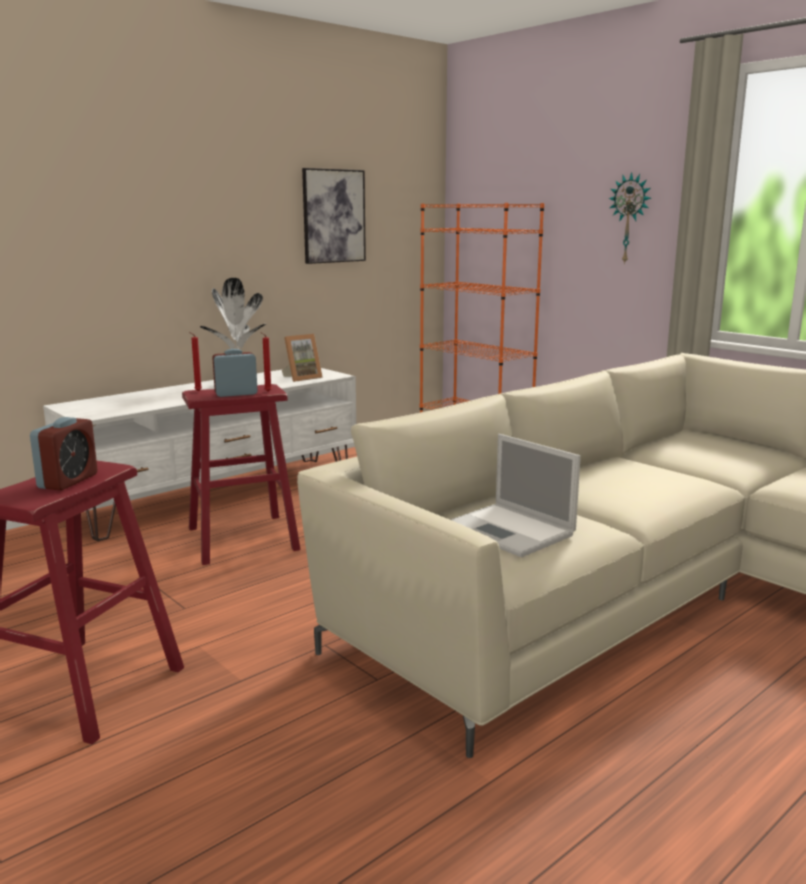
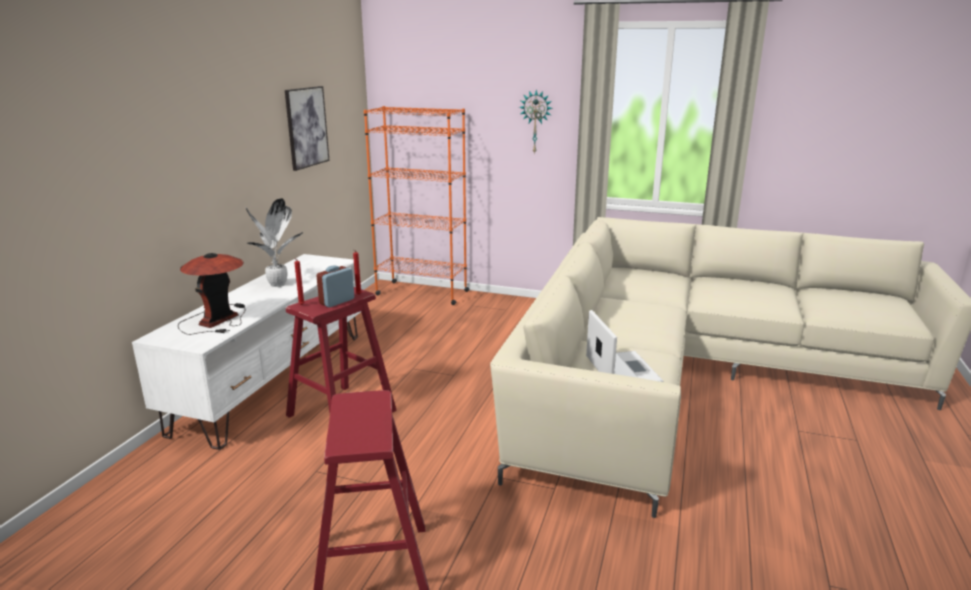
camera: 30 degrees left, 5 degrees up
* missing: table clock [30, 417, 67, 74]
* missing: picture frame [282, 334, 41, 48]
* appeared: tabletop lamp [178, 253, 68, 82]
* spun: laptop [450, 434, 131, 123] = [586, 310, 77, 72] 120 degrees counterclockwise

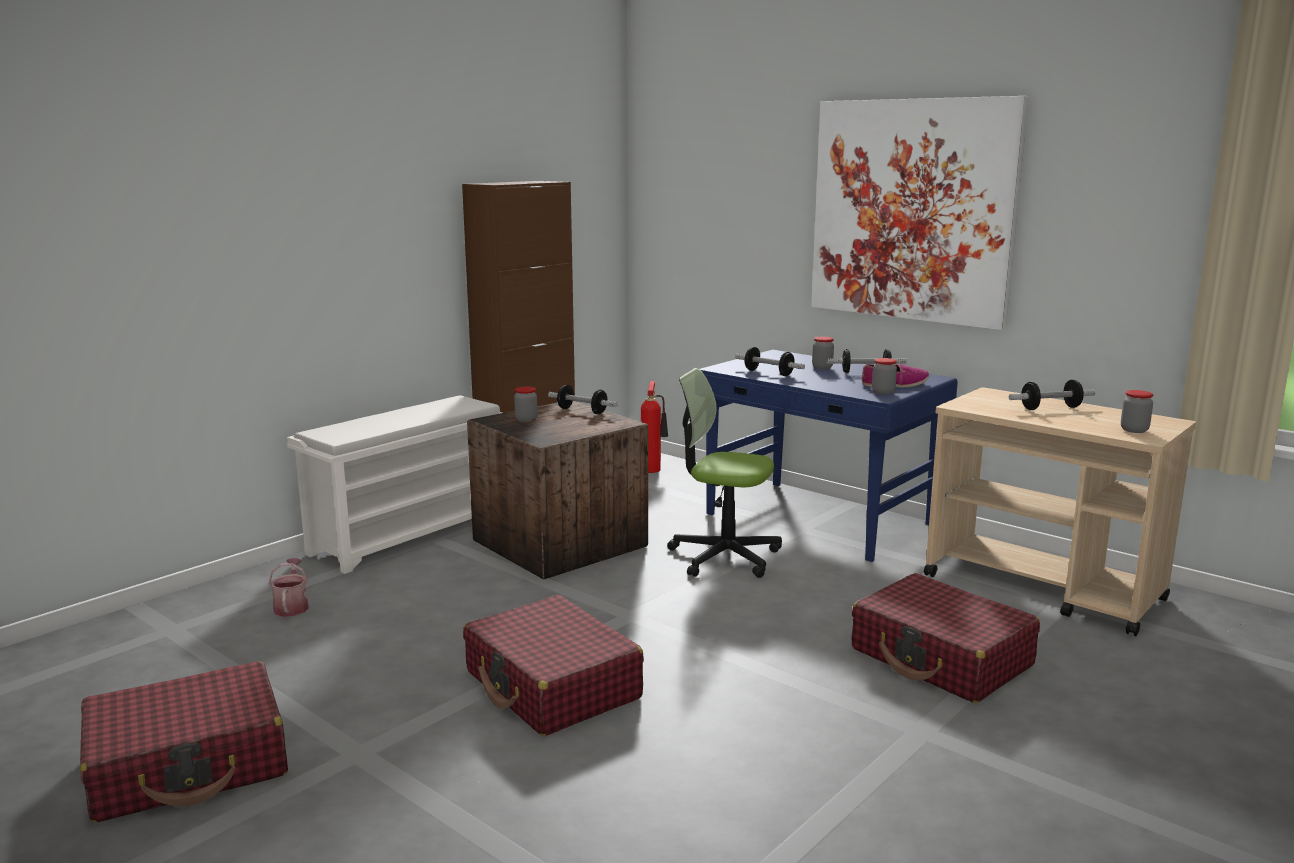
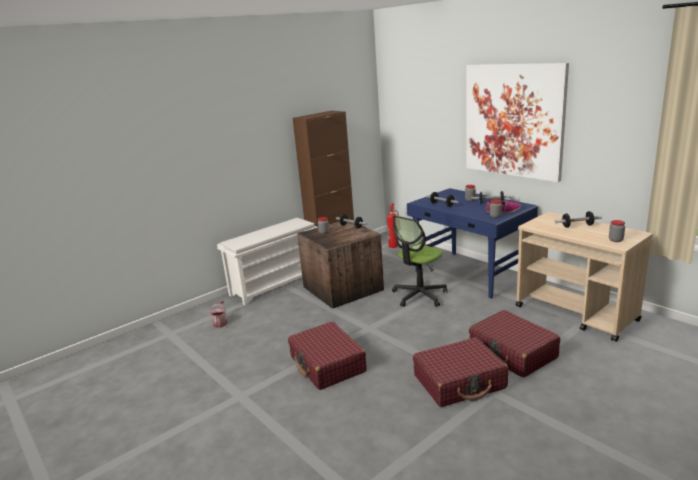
camera: 10 degrees right, 5 degrees up
* relocated: travel case (reddish) [80, 661, 208, 161] to [413, 337, 95, 70]
* spun: computer chair [667, 368, 115, 210] = [392, 215, 56, 92] 75 degrees counterclockwise

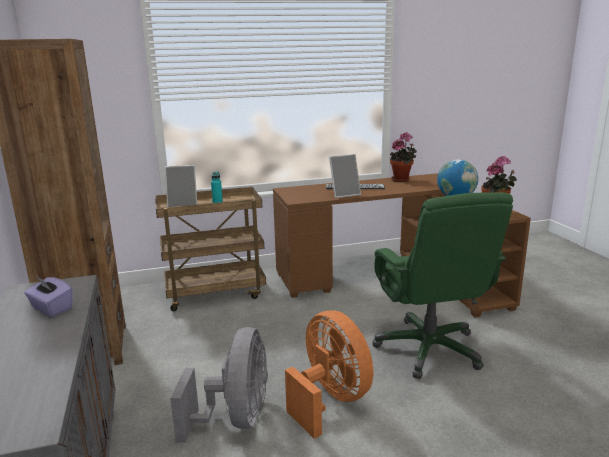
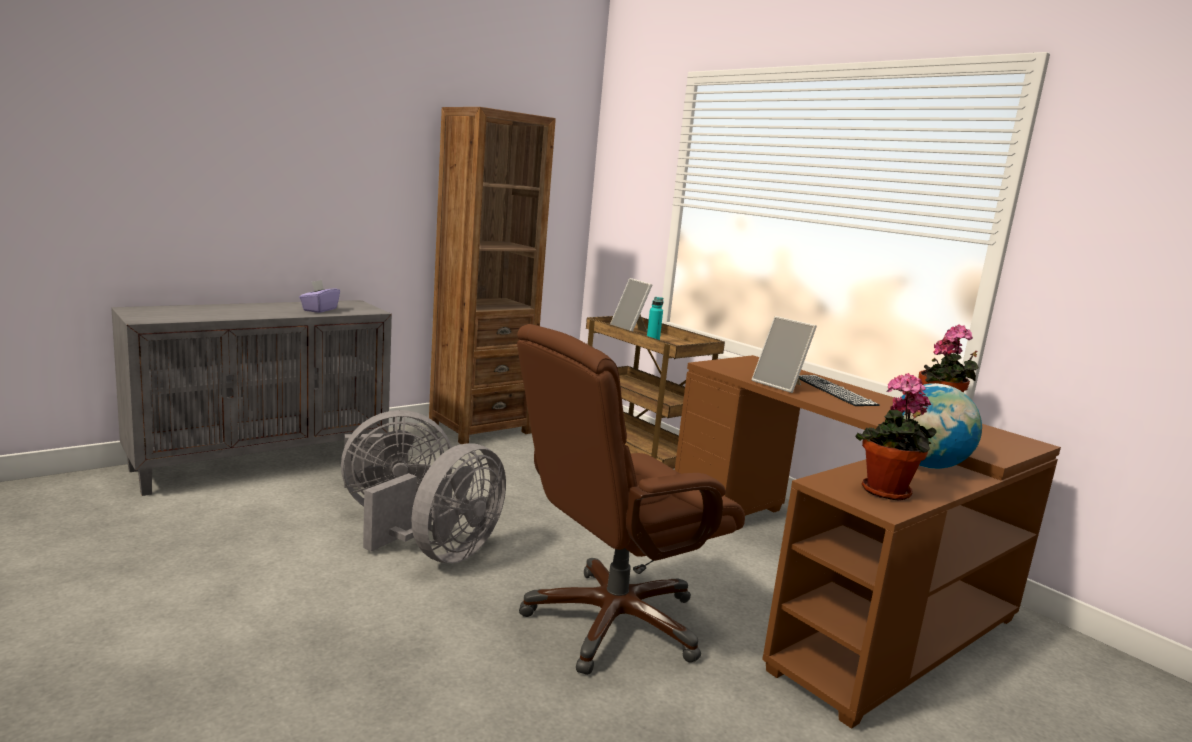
camera: 65 degrees right, 5 degrees down
* colour: cooling fan (orange) [285, 310, 88, 129] to cooling fan (gray) [363, 443, 143, 120]
* colour: computer chair (green-coloured) [373, 192, 140, 187] to computer chair (brownish) [517, 324, 228, 351]

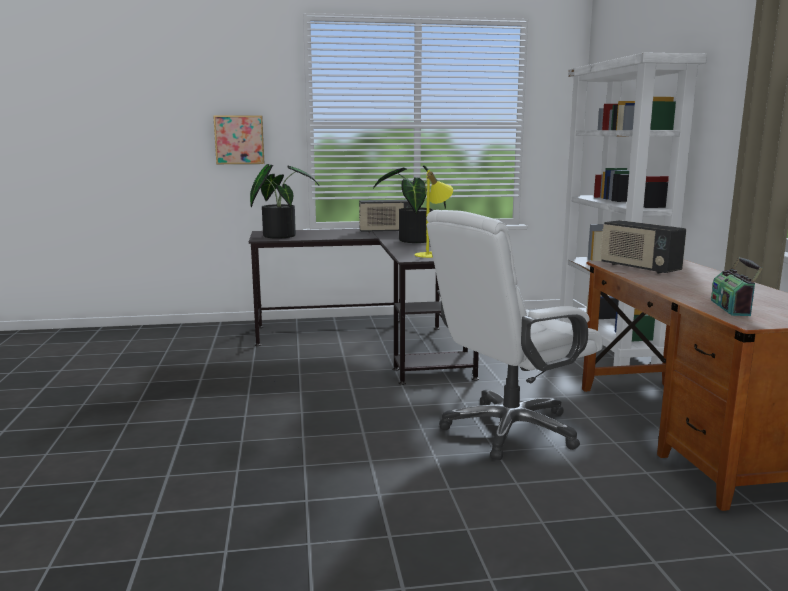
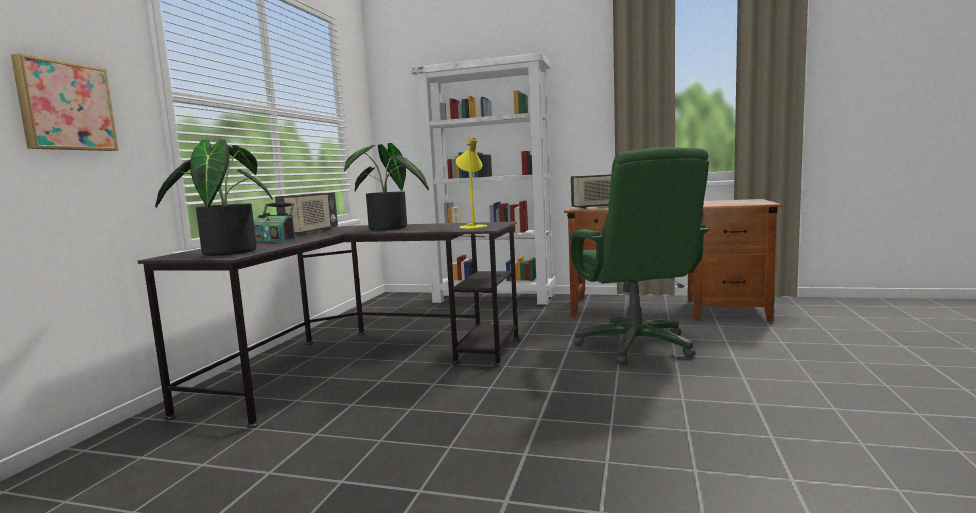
camera: 65 degrees left, 5 degrees down
* relocated: radio receiver [711, 257, 52, 59] to [254, 202, 41, 40]
* colour: computer chair (white-coloured) [427, 210, 176, 250] to computer chair (green-coloured) [570, 147, 139, 218]

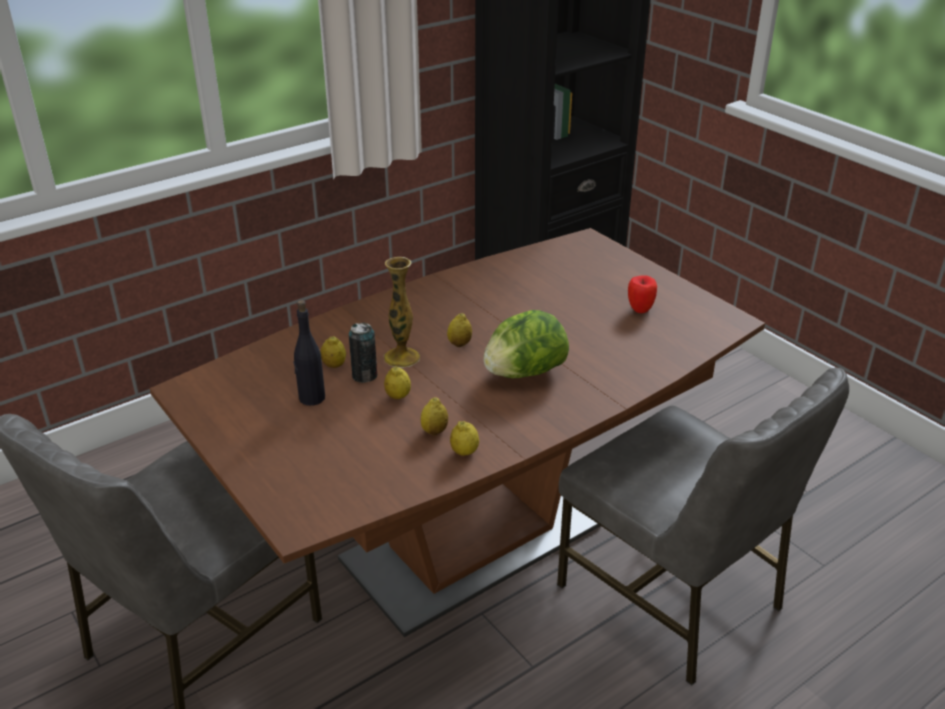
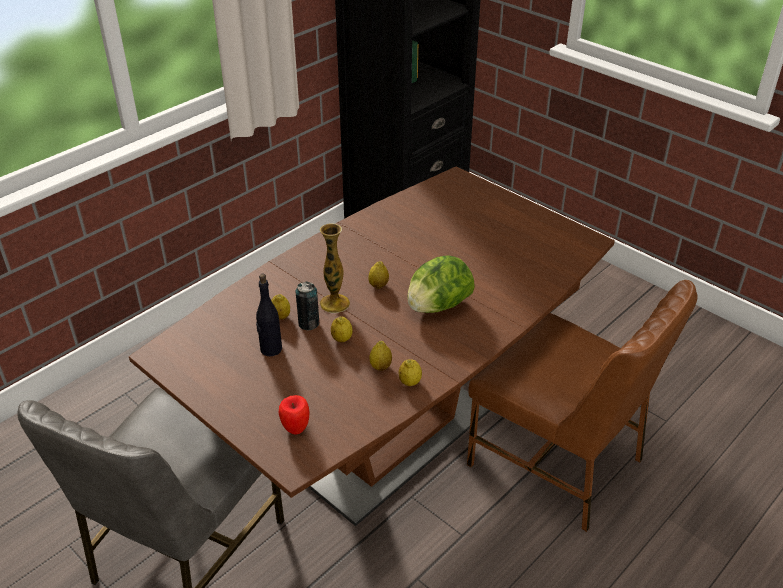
camera: 10 degrees left, 5 degrees up
* relocated: apple fruit [628, 275, 29, 38] to [278, 395, 32, 40]
* colour: plain chair (gray) [557, 368, 292, 317] to plain chair (brownish) [467, 280, 230, 252]

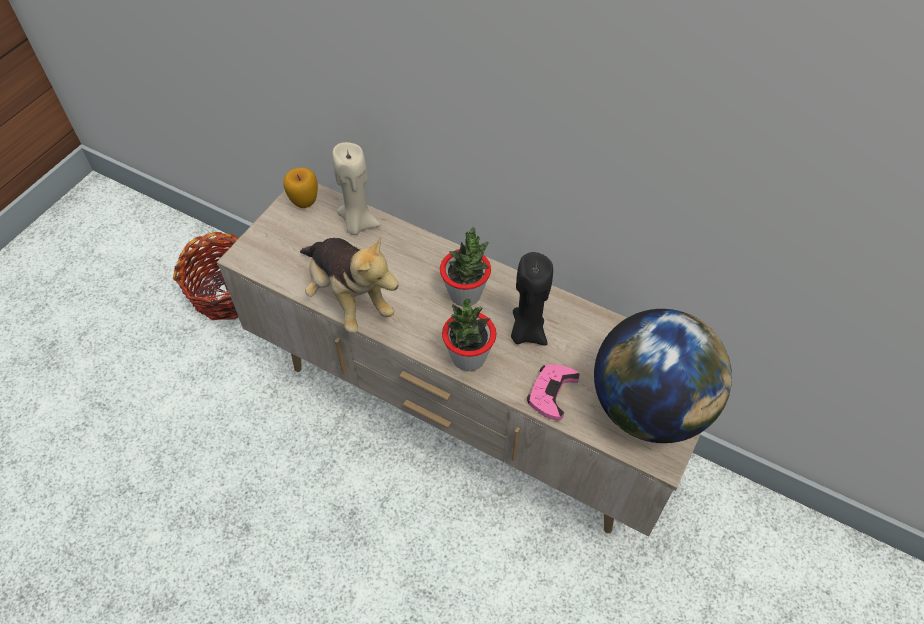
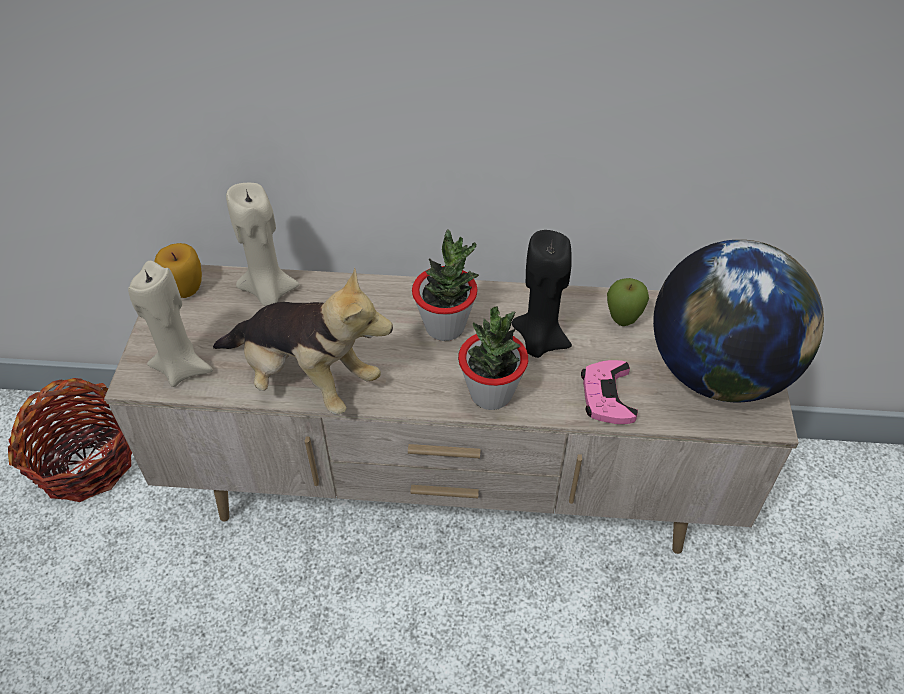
camera: 25 degrees left, 5 degrees down
* appeared: wax candle (beige) [128, 261, 85, 126]
* appeared: apple fruit [607, 278, 42, 48]

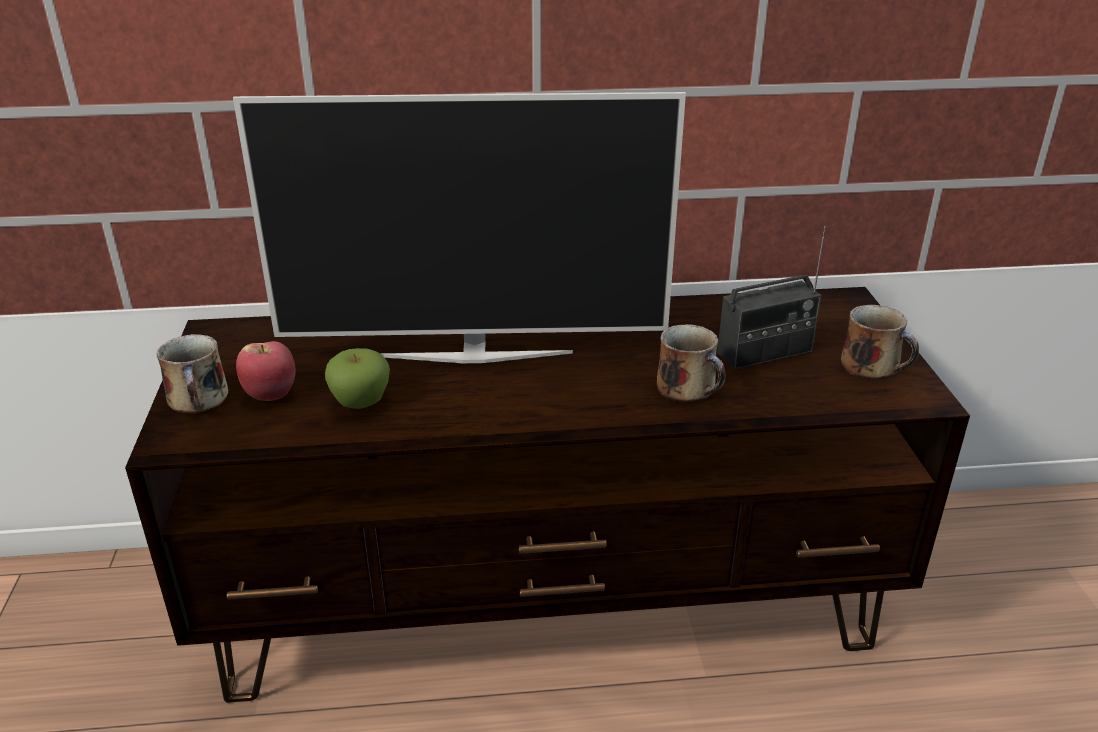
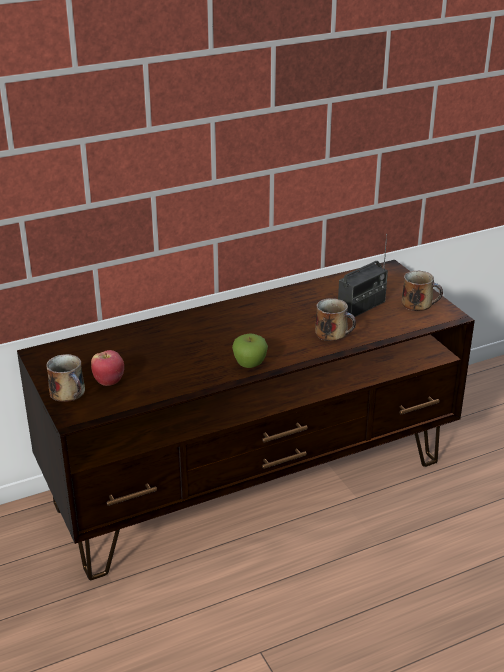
camera: 20 degrees left, 0 degrees up
* missing: TV set [233, 92, 453, 271]
* relocated: apple fruit [325, 348, 65, 61] to [232, 333, 36, 35]

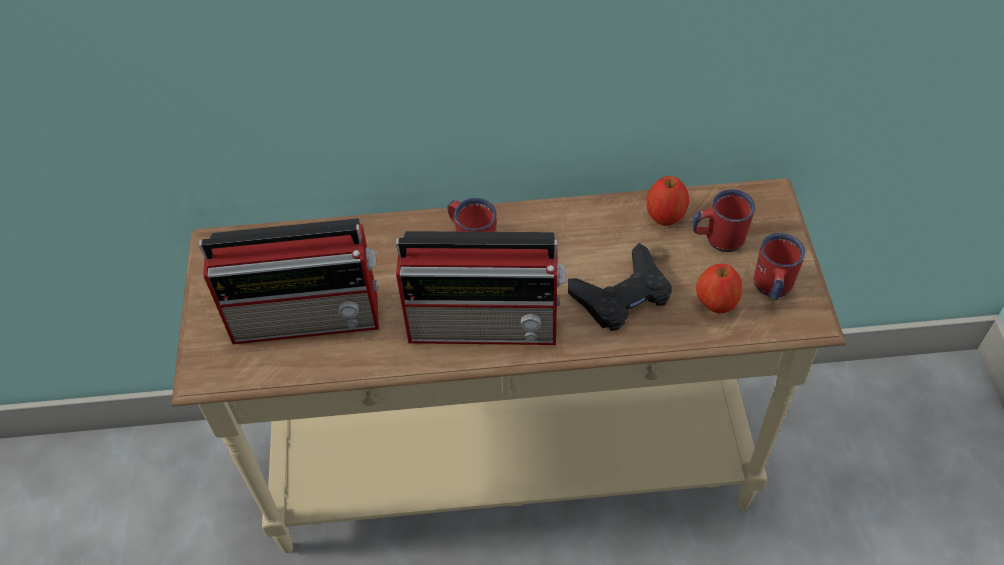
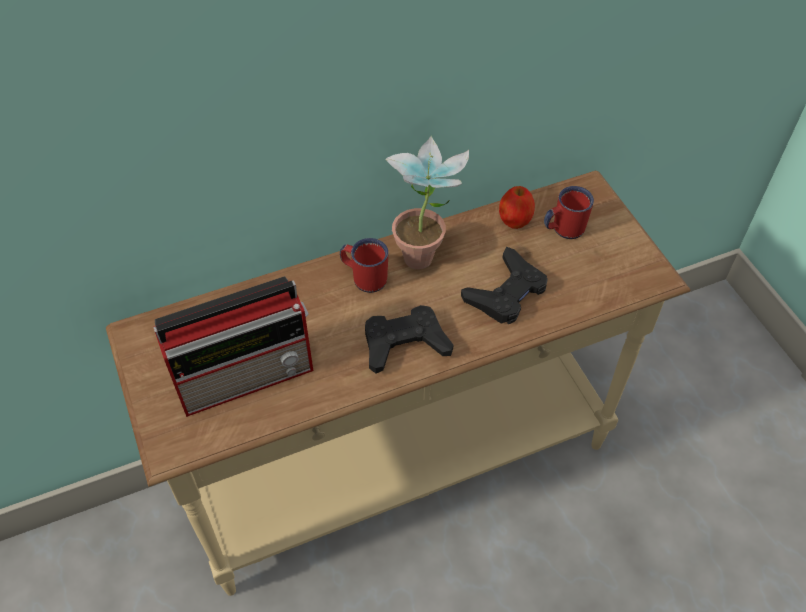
camera: 20 degrees left, 0 degrees up
* missing: apple fruit [696, 264, 46, 49]
* missing: mug (reddish) [754, 233, 51, 67]
* appeared: plant in a pot [385, 136, 84, 133]
* exchanged: radio receiver [396, 231, 170, 114] to gamepad (black) [365, 305, 88, 69]

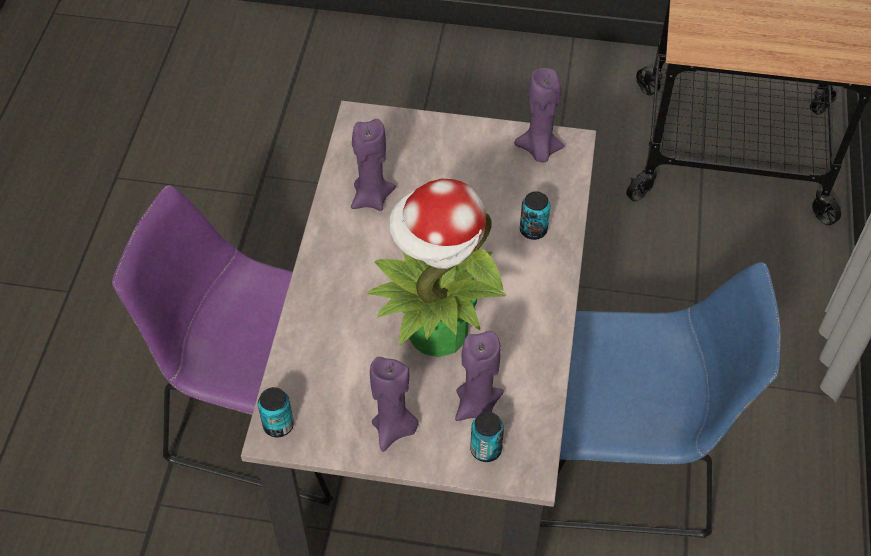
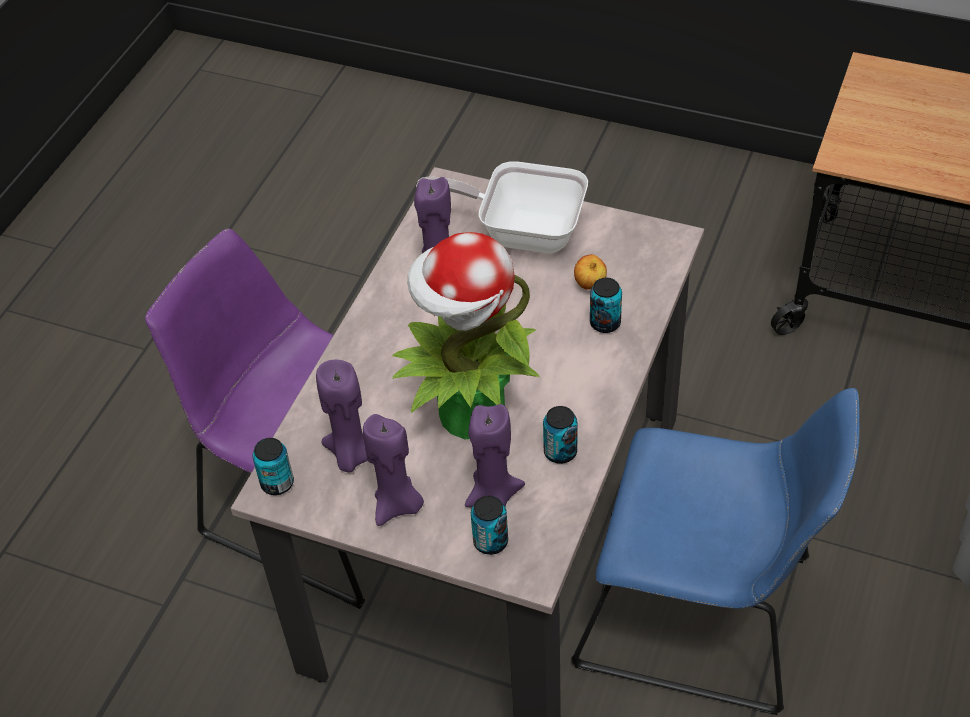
camera: 15 degrees right, 5 degrees down
* appeared: skillet [416, 161, 172, 92]
* appeared: sealed can [543, 406, 35, 58]
* appeared: apple fruit [574, 254, 33, 36]
* relocated: wax candle (purple) [514, 68, 50, 94] to [316, 360, 52, 113]

